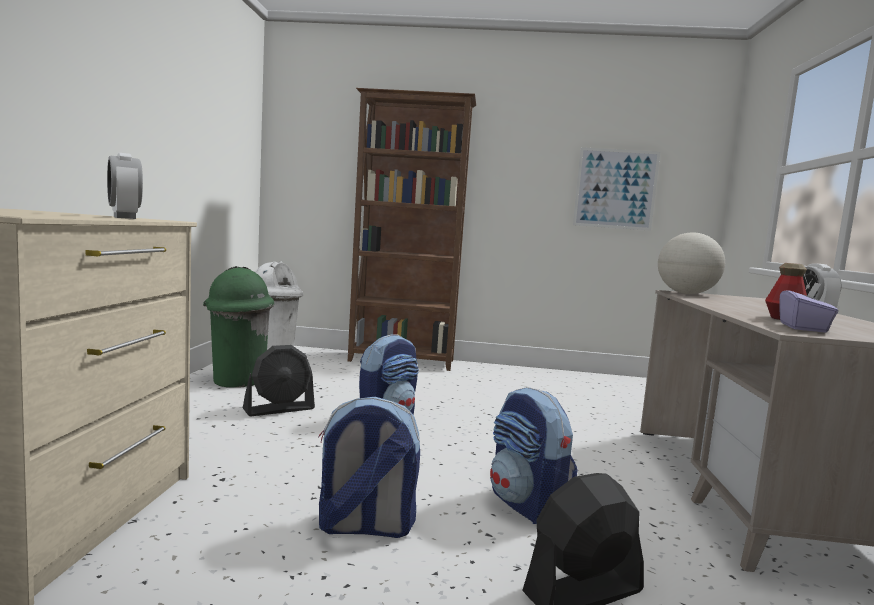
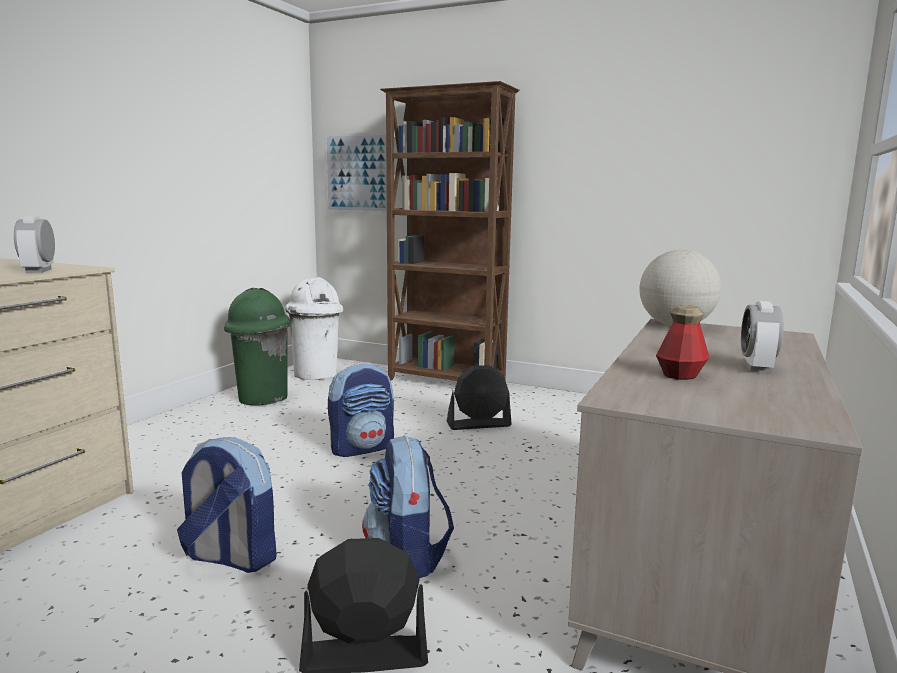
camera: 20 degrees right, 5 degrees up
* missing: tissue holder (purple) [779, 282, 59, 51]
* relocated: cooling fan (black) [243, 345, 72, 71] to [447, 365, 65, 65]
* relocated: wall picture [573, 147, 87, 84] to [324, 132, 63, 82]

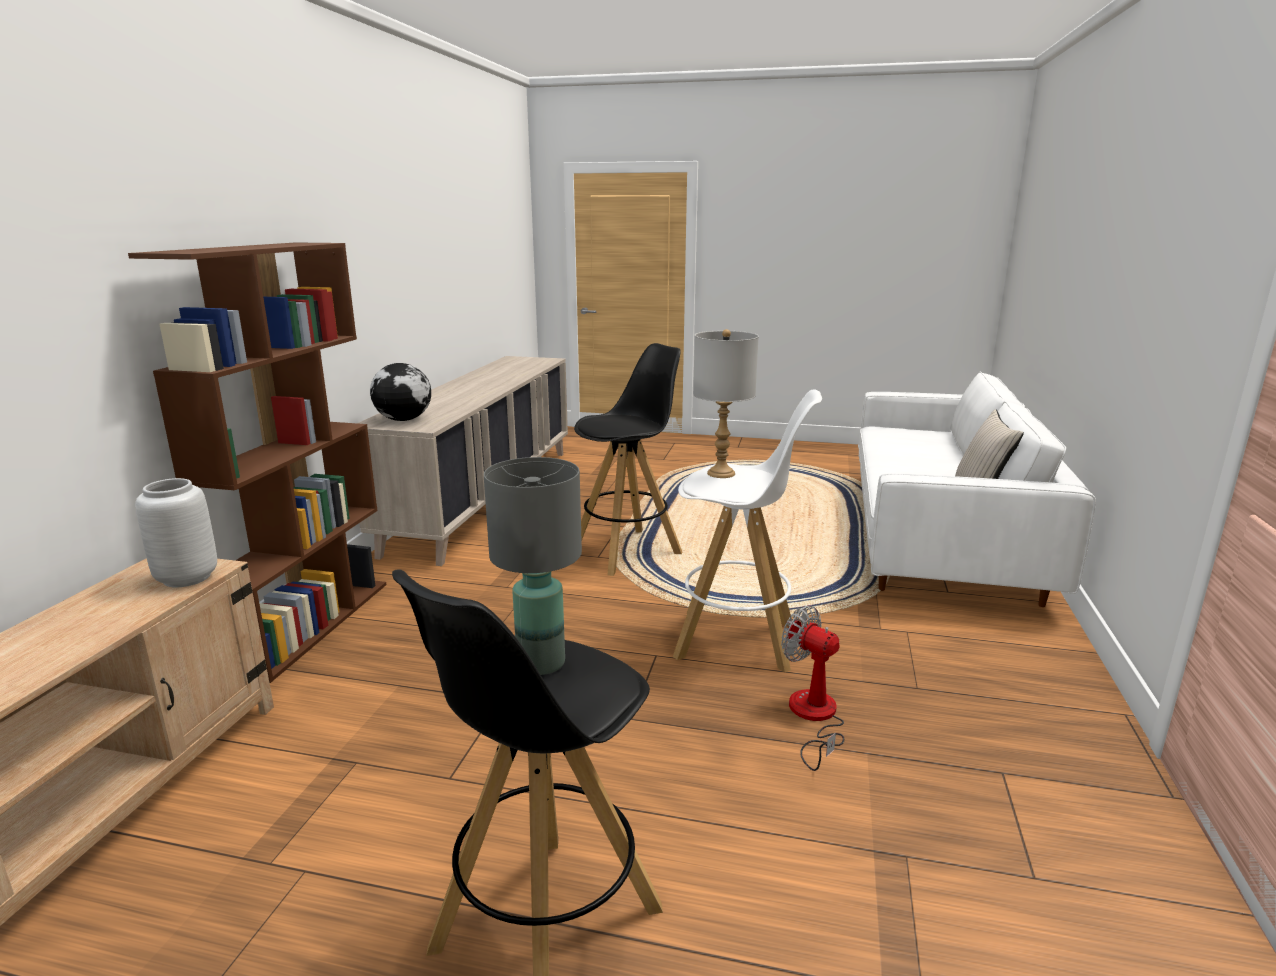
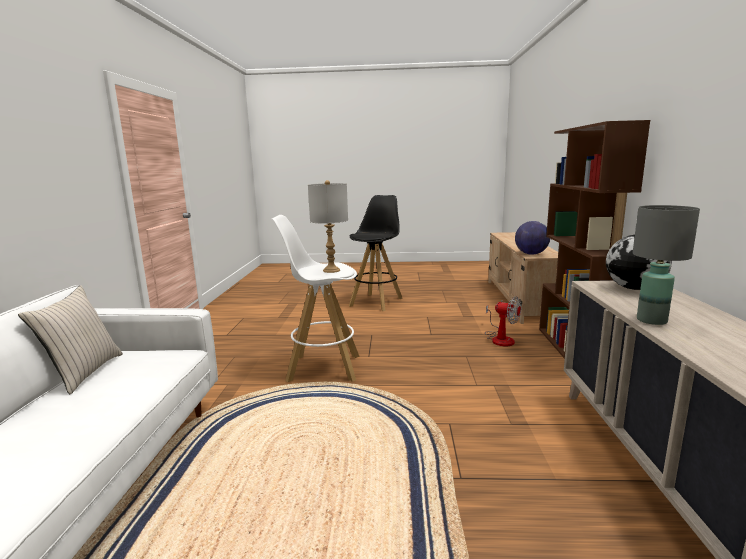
camera: 170 degrees right, 5 degrees down
* missing: stool (black) [574, 343, 108, 233]
* relocated: tabletop lamp (gray) [484, 457, 98, 218] to [633, 205, 67, 120]
* relocated: cooling fan [781, 605, 63, 166] to [485, 296, 37, 50]
* exchanged: decorative vase (gray) [135, 478, 82, 110] to world globe [515, 221, 35, 34]

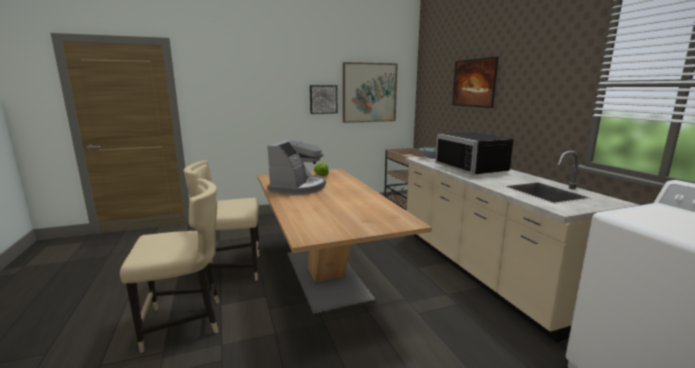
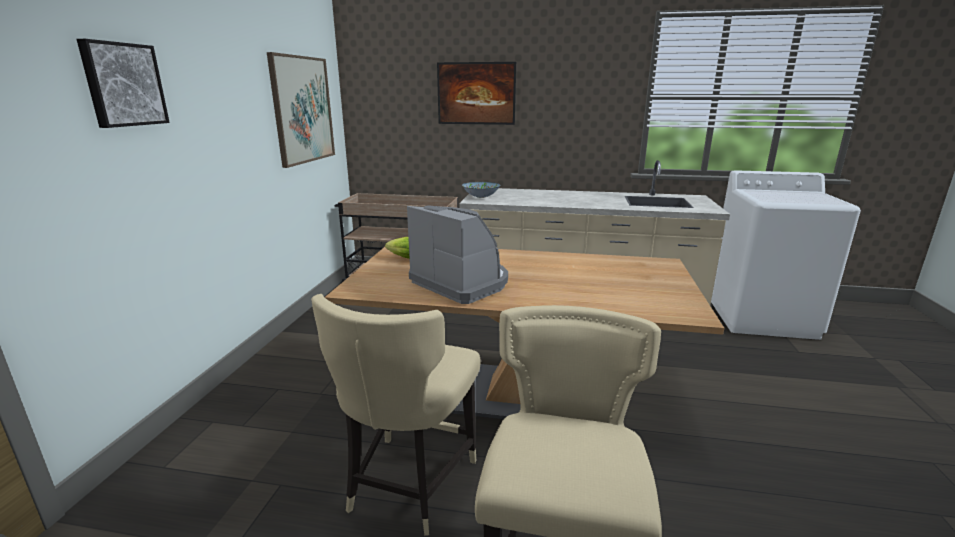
camera: 60 degrees left, 5 degrees up
* missing: microwave (black) [435, 132, 79, 43]
* relocated: wall picture [310, 85, 27, 29] to [77, 39, 93, 89]

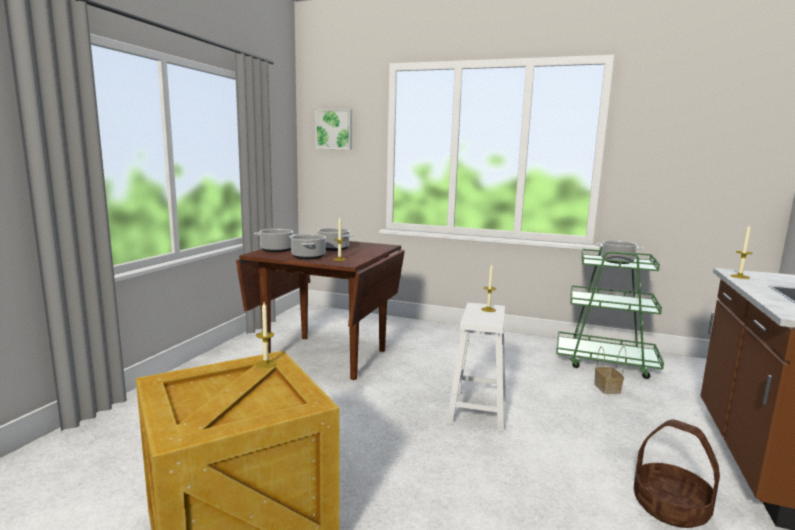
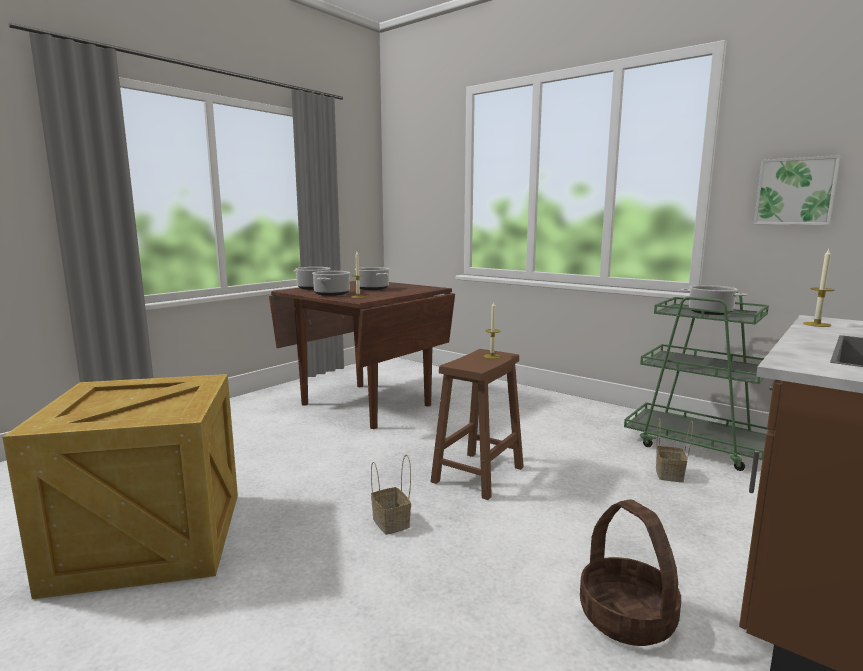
camera: 20 degrees right, 0 degrees up
* missing: wax candle [256, 302, 21, 67]
* appeared: basket [371, 455, 40, 80]
* relocated: wall picture [315, 109, 37, 41] to [754, 155, 87, 70]
* colour: stool (white-coloured) [446, 303, 60, 129] to stool (brownish) [431, 349, 93, 151]

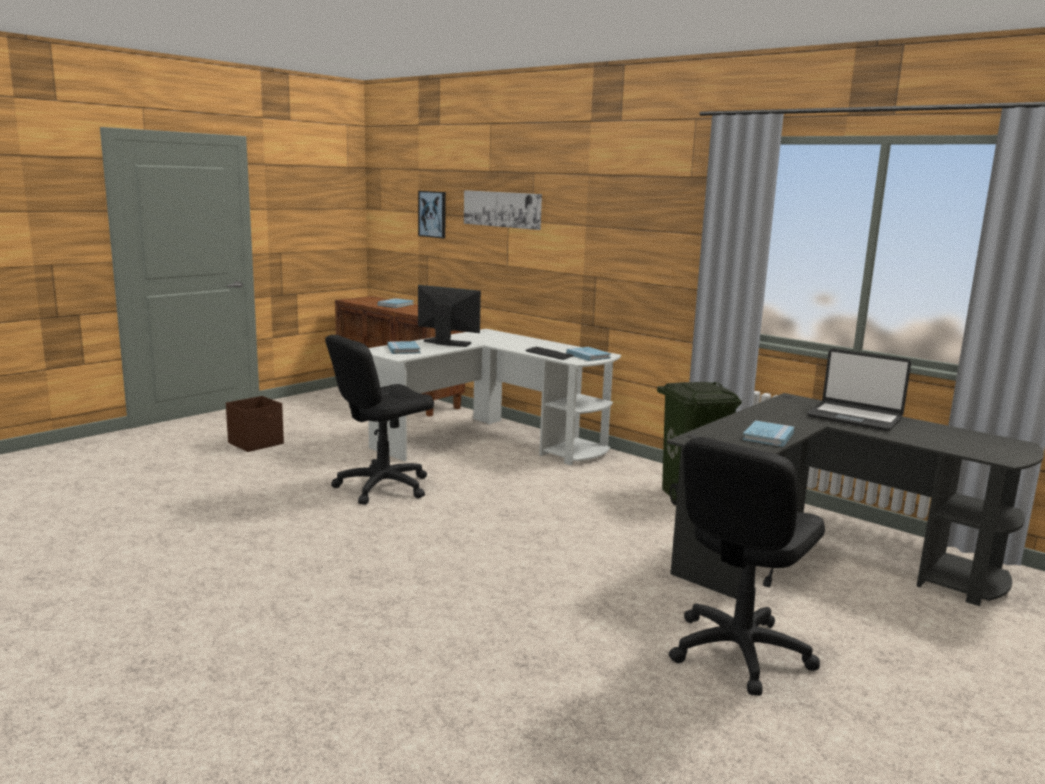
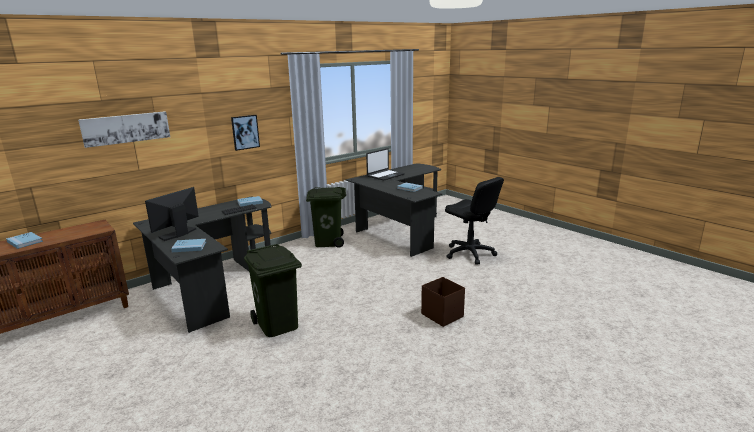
camera: 80 degrees left, 5 degrees up
* relocated: storage bin (brownish) [226, 396, 58, 56] to [421, 277, 44, 50]
* relocated: wall picture [418, 191, 28, 48] to [231, 115, 29, 36]
* exchanged: computer chair (black) [325, 335, 109, 170] to rubbish bin (green-coloured) [244, 244, 58, 93]
* colour: desk unit (white-coloured) [368, 329, 253, 136] to desk unit (black) [133, 197, 139, 136]

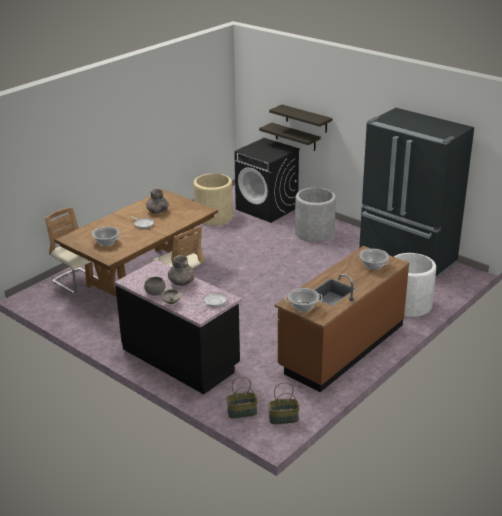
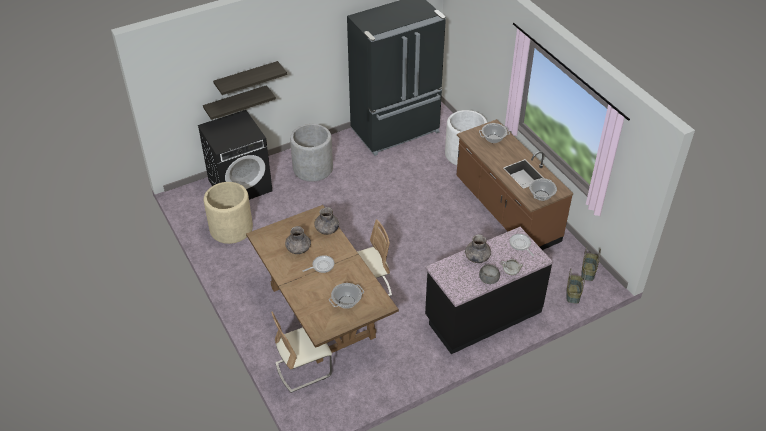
camera: 70 degrees left, 15 degrees up
* appeared: decorative vase (gray) [314, 207, 25, 28]

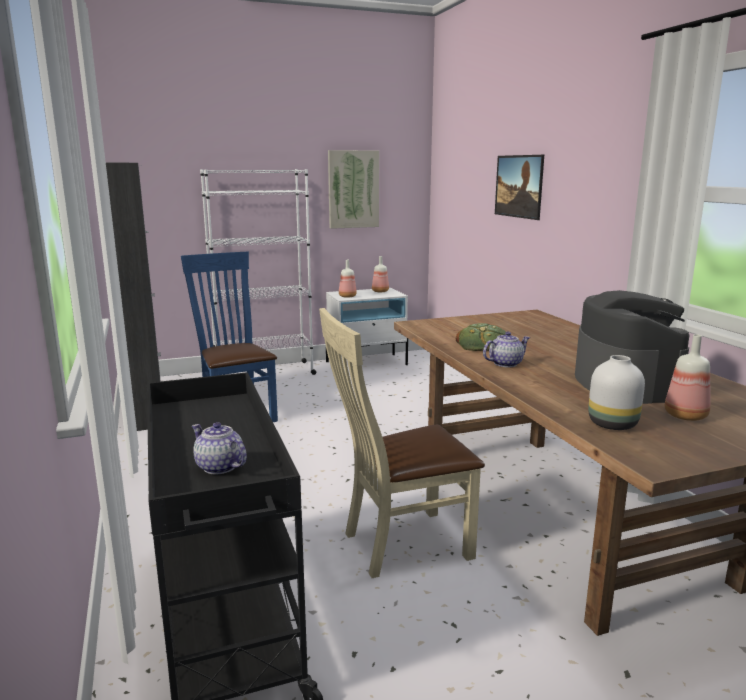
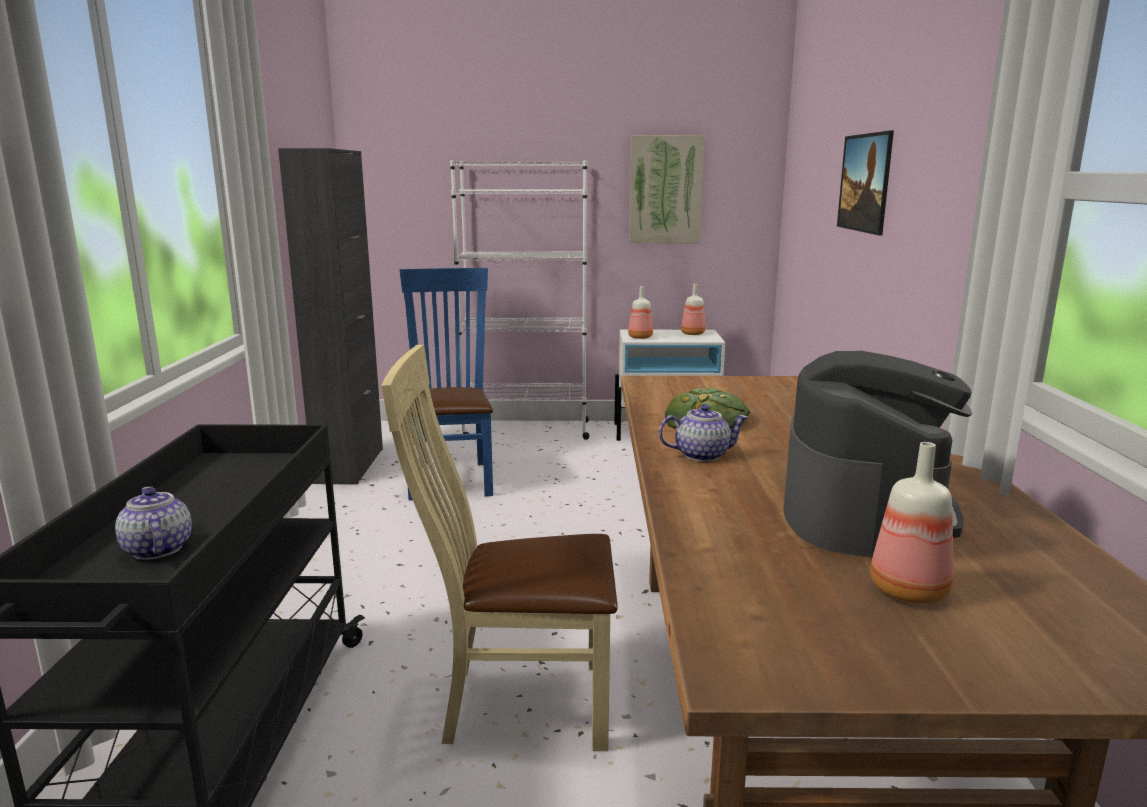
camera: 20 degrees right, 0 degrees up
* missing: decorative vase (white-coloured) [588, 355, 57, 75]

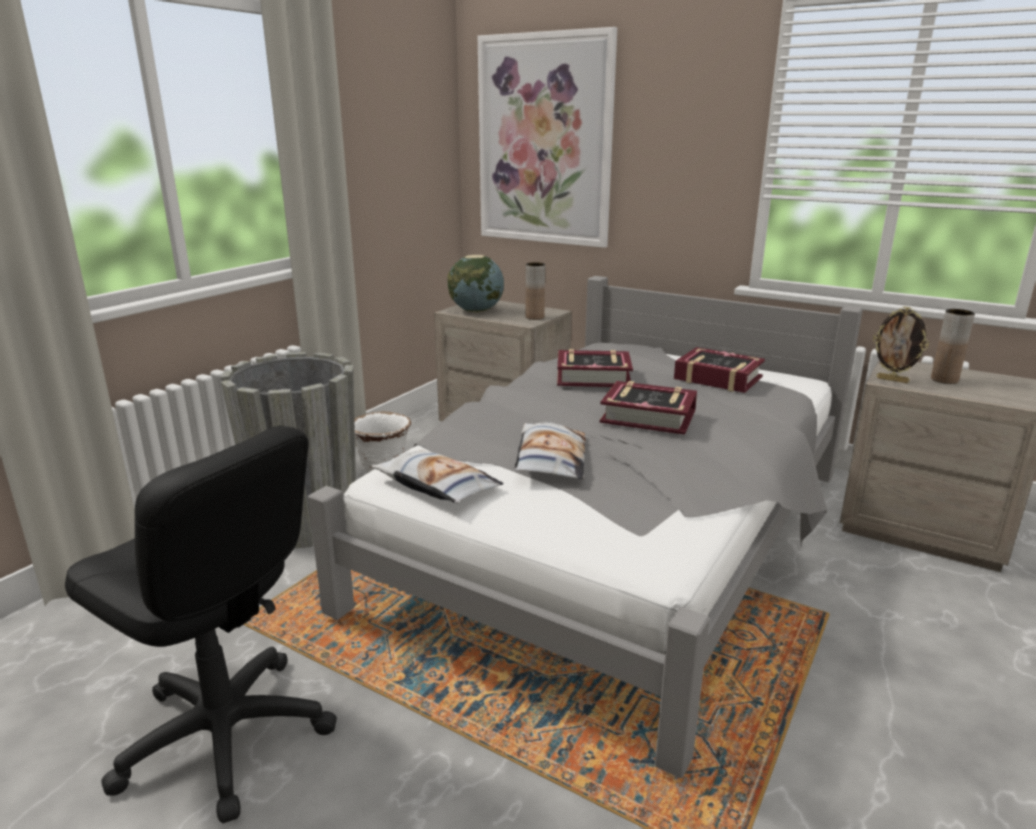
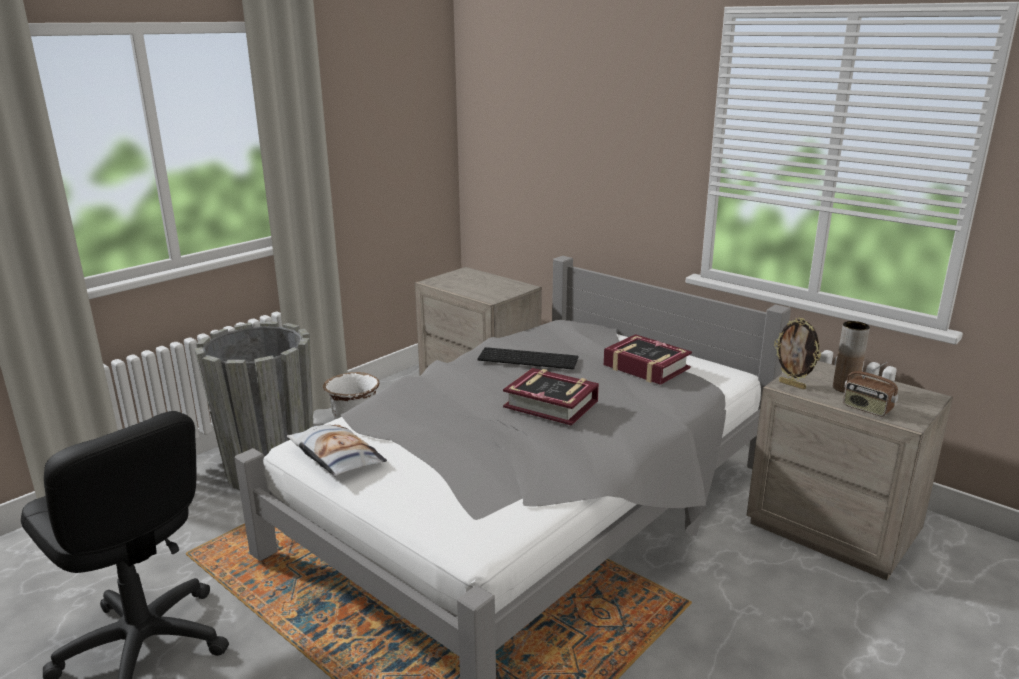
camera: 10 degrees right, 0 degrees up
* missing: world globe [447, 255, 57, 58]
* missing: wall picture [478, 27, 139, 221]
* missing: pillow [514, 422, 72, 57]
* missing: decorative vase (brownish) [526, 262, 19, 58]
* appeared: radio receiver [843, 362, 55, 55]
* exchanged: bound book [557, 349, 76, 38] to PC keyboard [477, 347, 101, 22]

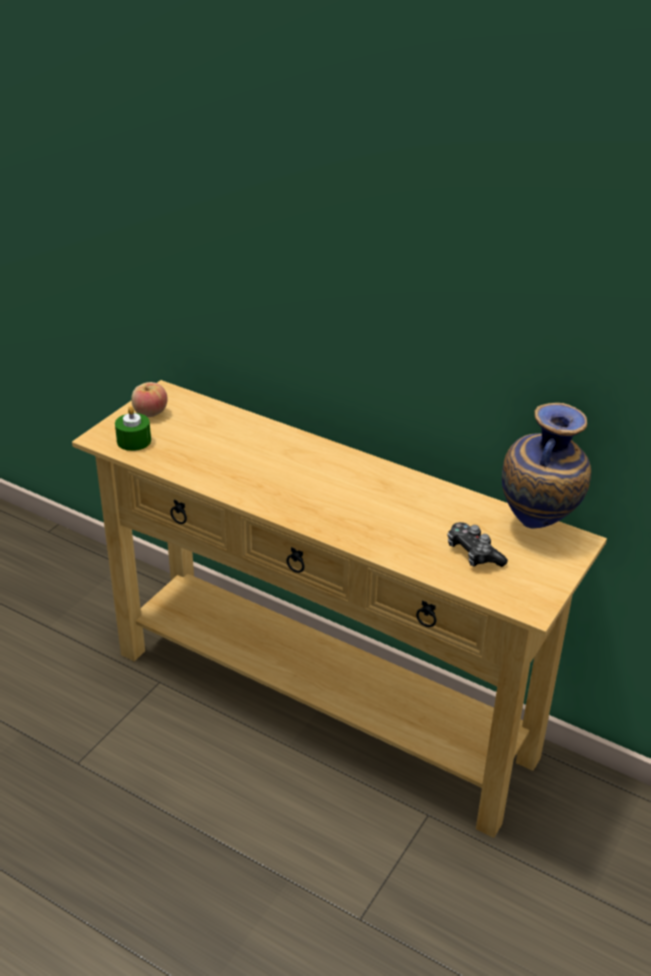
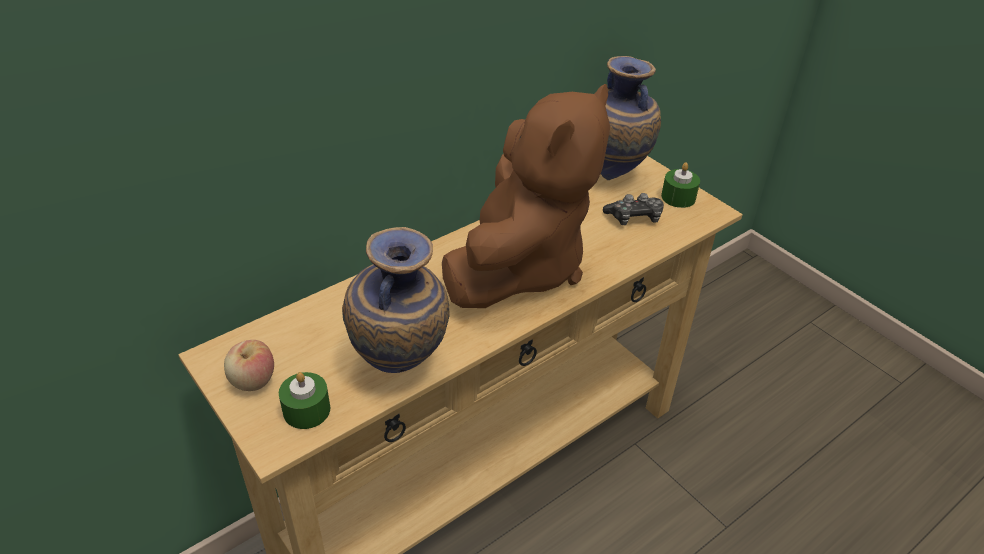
camera: 70 degrees left, 5 degrees up
* appeared: decorative vase [342, 227, 108, 146]
* appeared: cuddly toy (brownish) [442, 84, 168, 224]
* appeared: wax candle (green-coloured) [661, 162, 39, 46]

